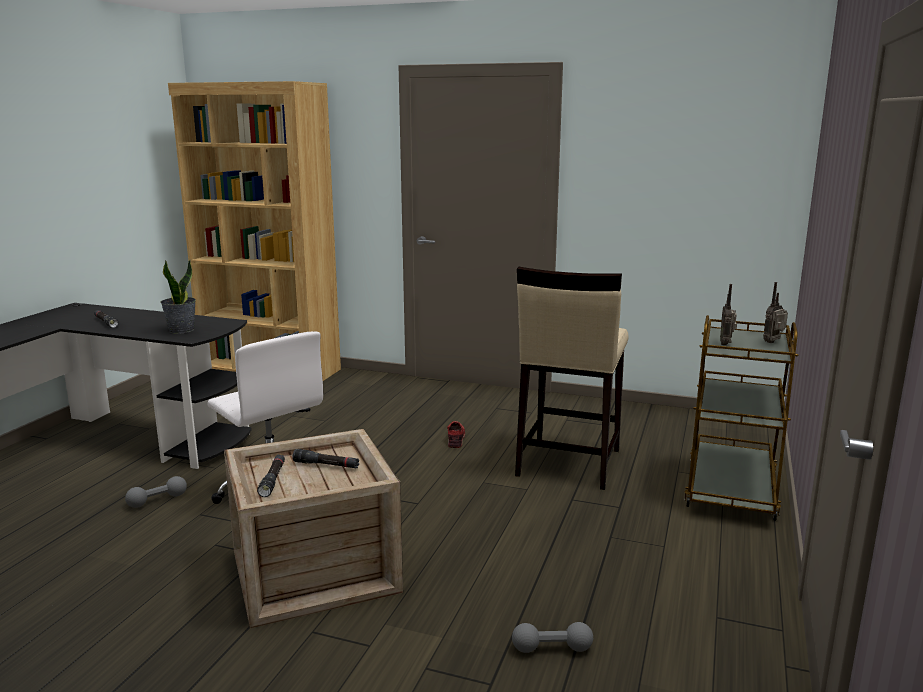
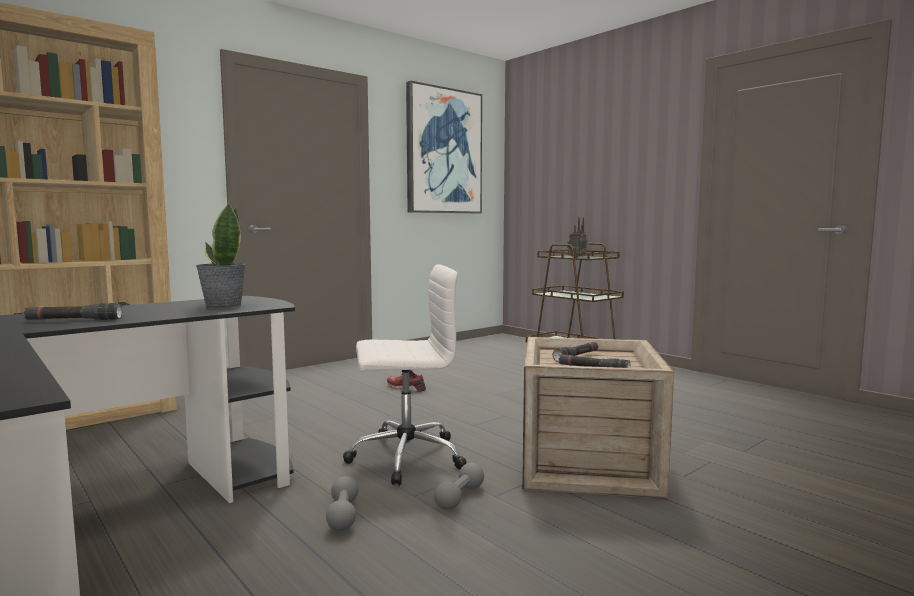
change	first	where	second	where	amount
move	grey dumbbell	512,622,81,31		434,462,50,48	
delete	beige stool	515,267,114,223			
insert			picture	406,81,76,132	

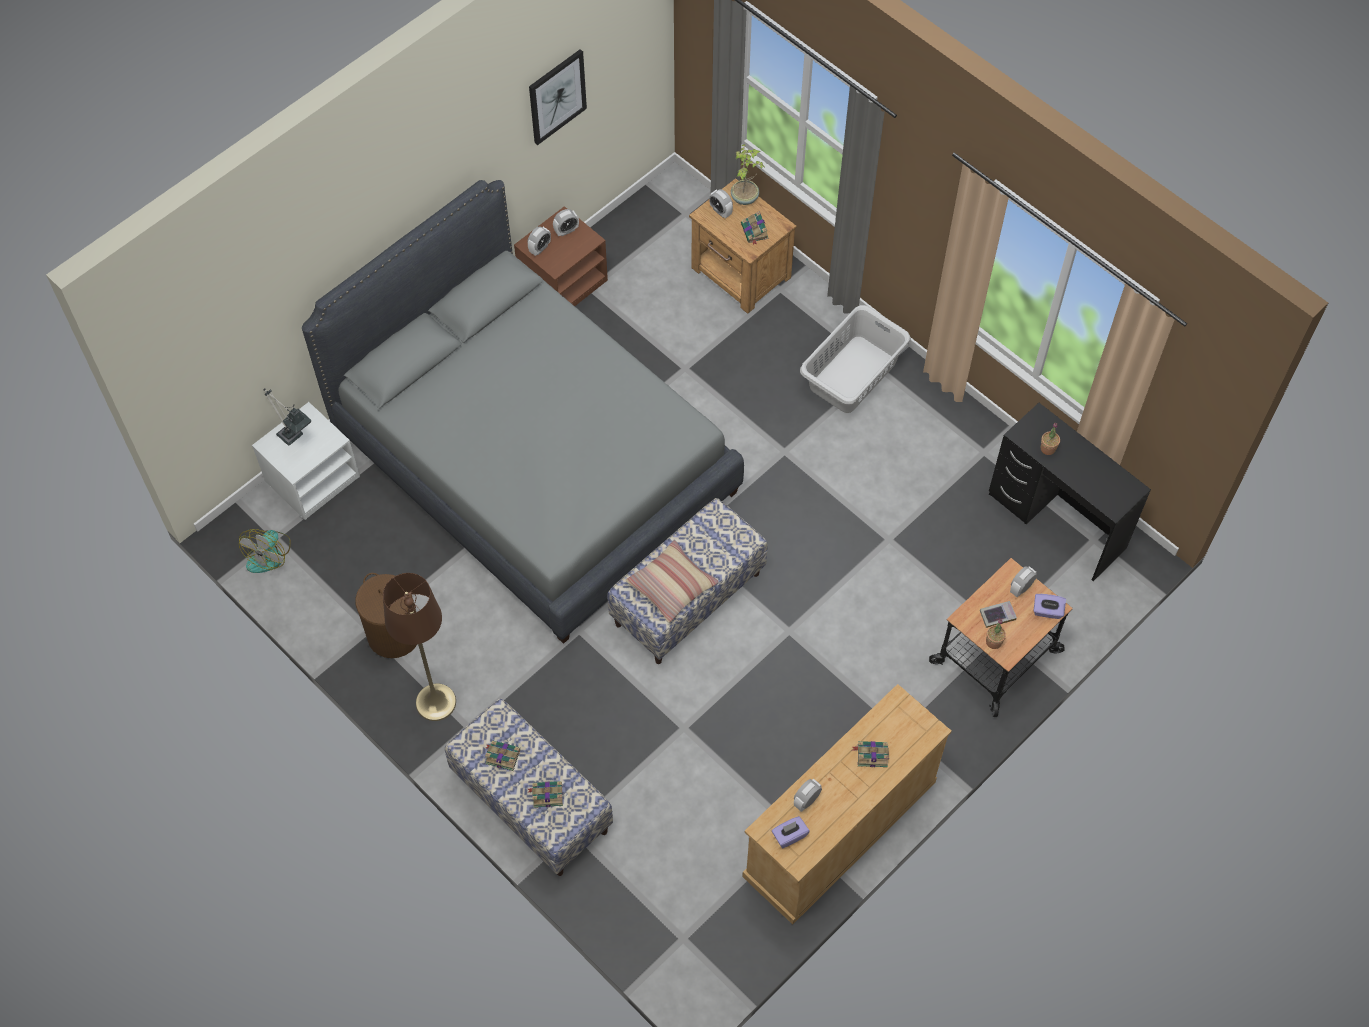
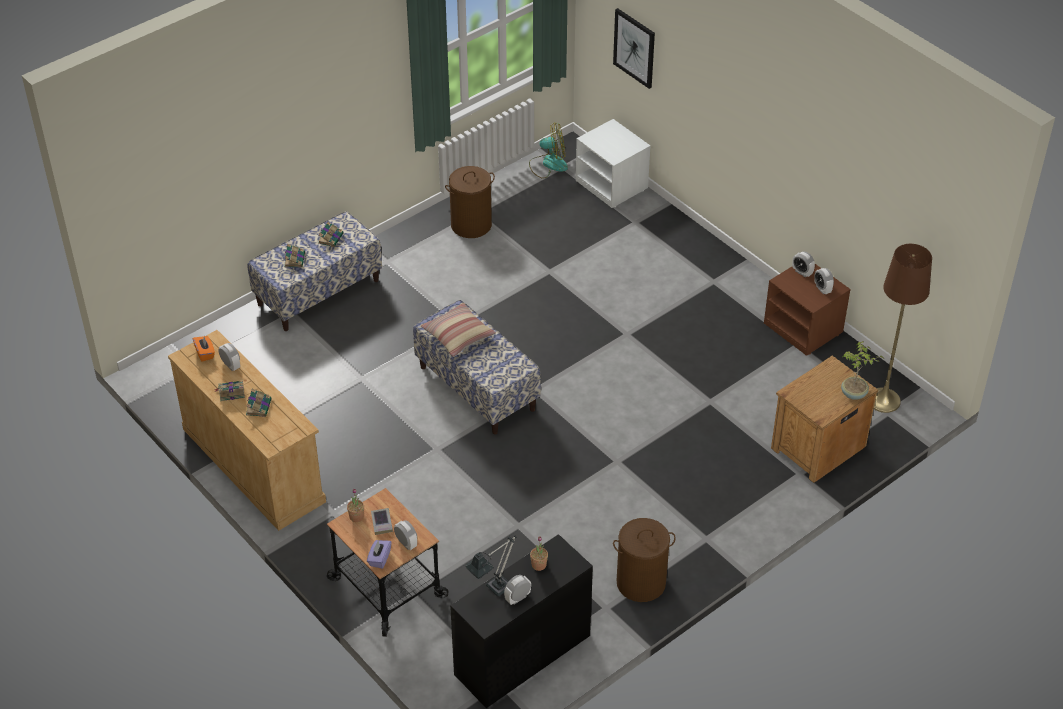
change	first	where	second	where	amount
rotate	fan	239,529,52,44		529,122,39,57	150 degrees clockwise
move	table lamp	263,389,48,57		465,536,51,60	
delete	grey bed	302,180,442,464			
move	brown floor lamp	383,573,73,148		874,244,58,169	
move	picture	529,49,58,96		613,8,42,81	
move	alarm clock	709,189,24,29		504,575,27,30	
move	book	741,211,28,34		214,380,31,21	
recolor	purple tissue box	772,816,38,32	orange tissue box	193,336,22,26	
delete	grey laundry basket	800,305,111,108			
insert			brown laundry basket	613,518,63,84	

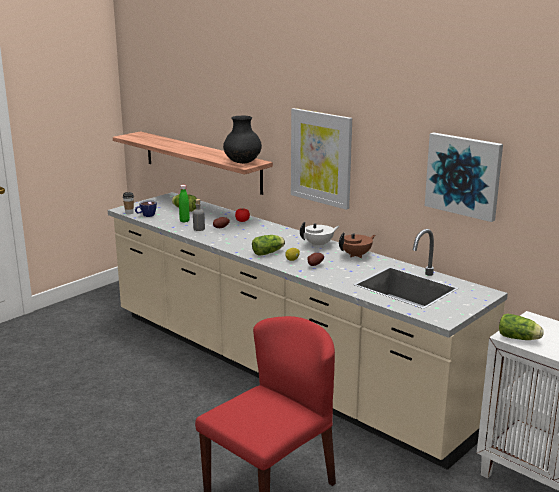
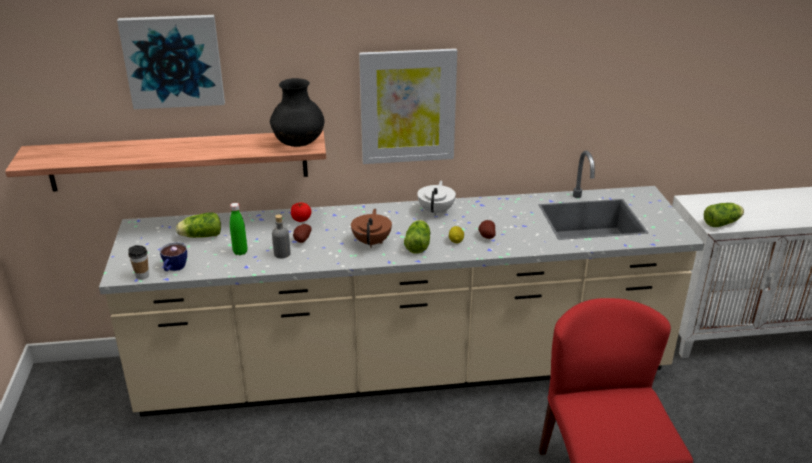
change	first	where	second	where	amount
move	brown teapot	339,232,36,26		351,209,41,39	
move	picture	425,132,78,90		117,15,108,94	

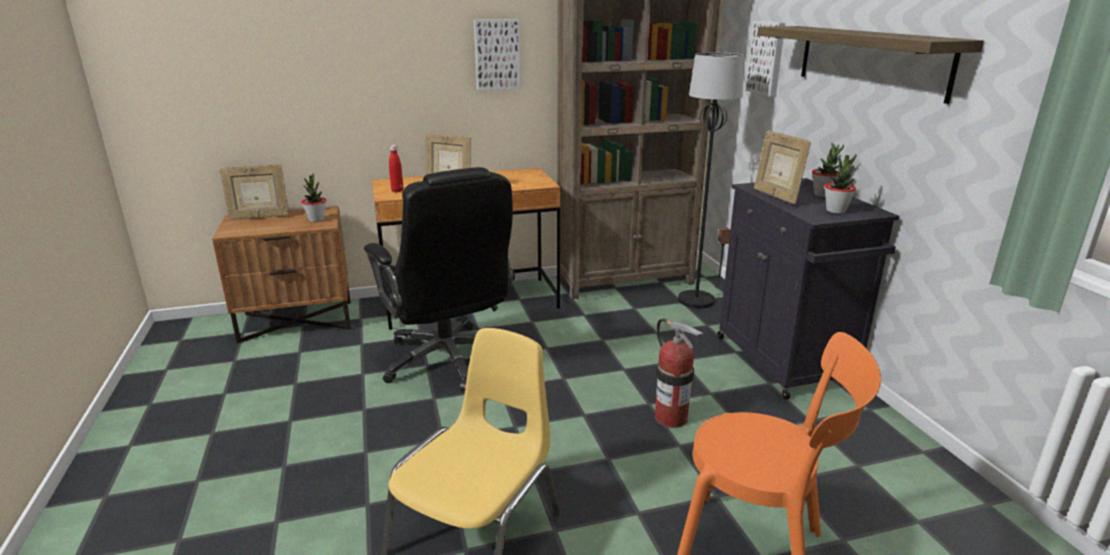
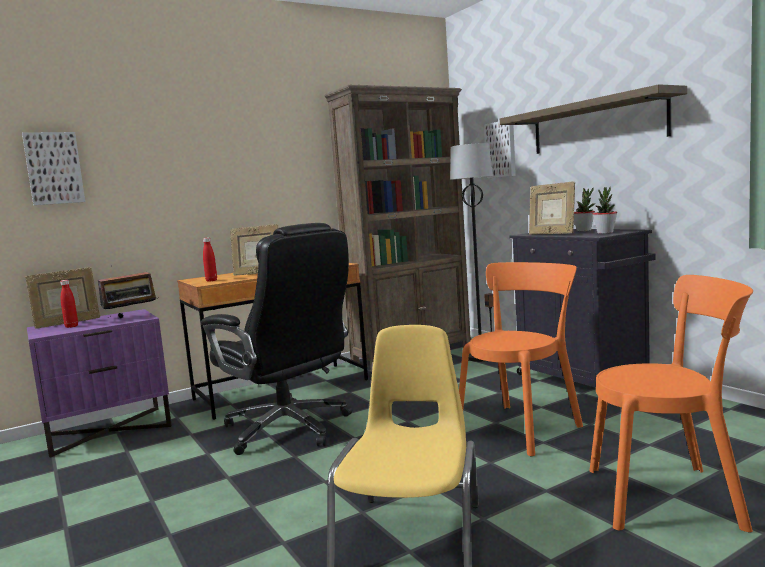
change	first	where	second	where	amount
recolor	brown nightstand	212,206,139,138	purple nightstand	27,309,145,148	
replace	potted plant	302,173,24,49	radio	98,272,60,46	
move	picture	474,19,47,71		22,132,63,73	
replace	fire extinguisher	655,318,48,110	orange chair	459,262,124,195	
insert			red bottle	60,280,18,48	

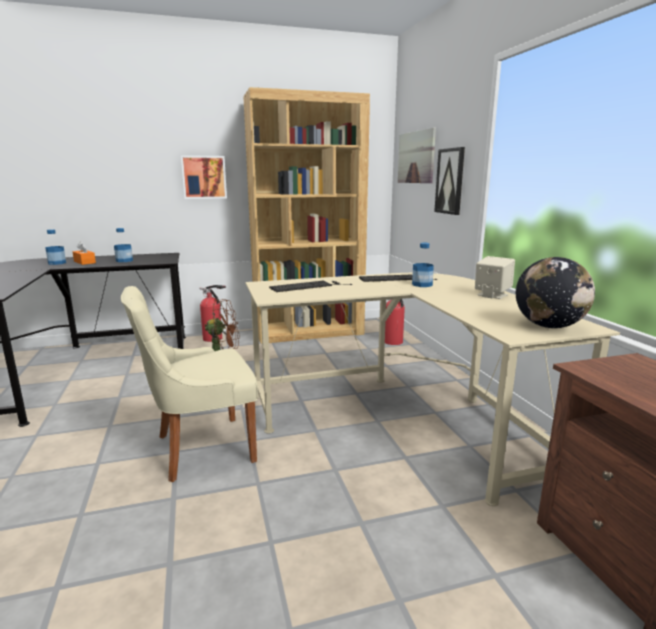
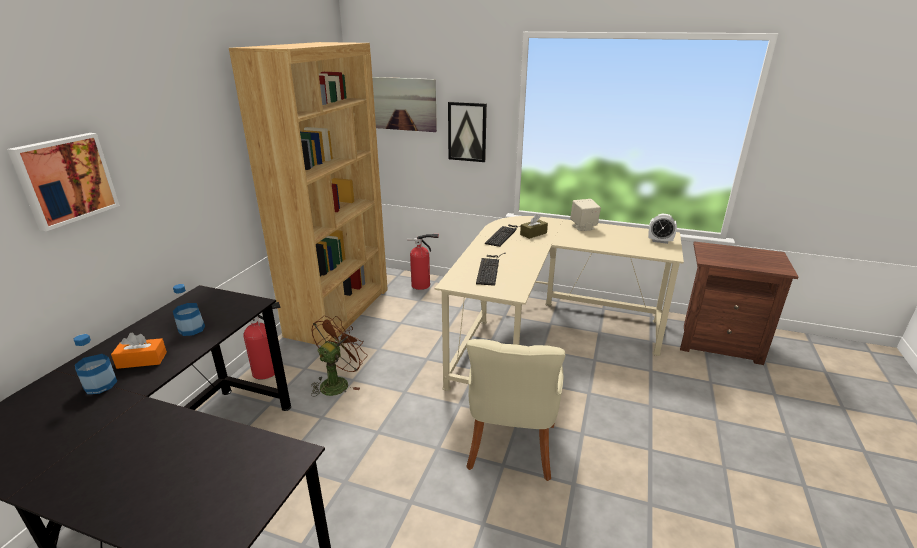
change	first	where	second	where	amount
move	picture	181,155,46,44		7,133,113,98	
replace	bottle	412,243,22,44	brown tissue box	520,214,28,25	
replace	globe	516,257,79,71	alarm clock	648,214,29,30	

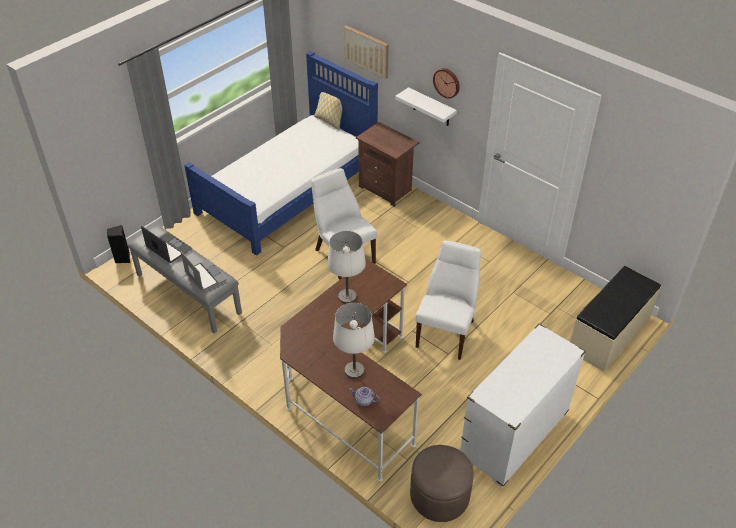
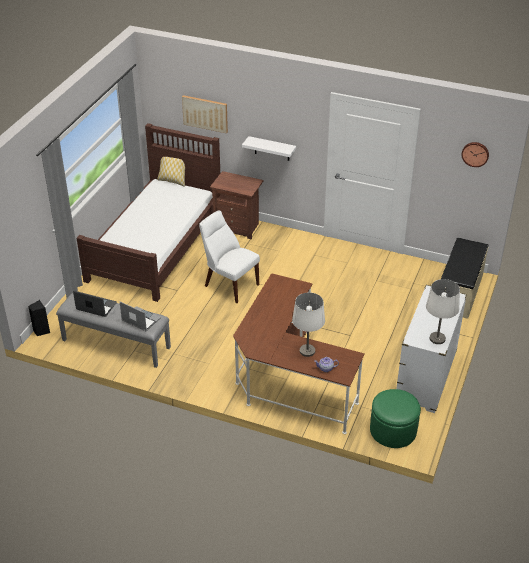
change	first	where	second	where	amount
recolor	blue bed	184,51,194,205	brown bed	77,123,143,179	
move	white table lamp	327,231,39,73		426,279,34,65	
recolor	brown ottoman	410,445,64,77	green ottoman	370,389,51,59	
delete	white chair	415,241,66,119			
move	wall clock	433,68,27,31		461,142,28,25	

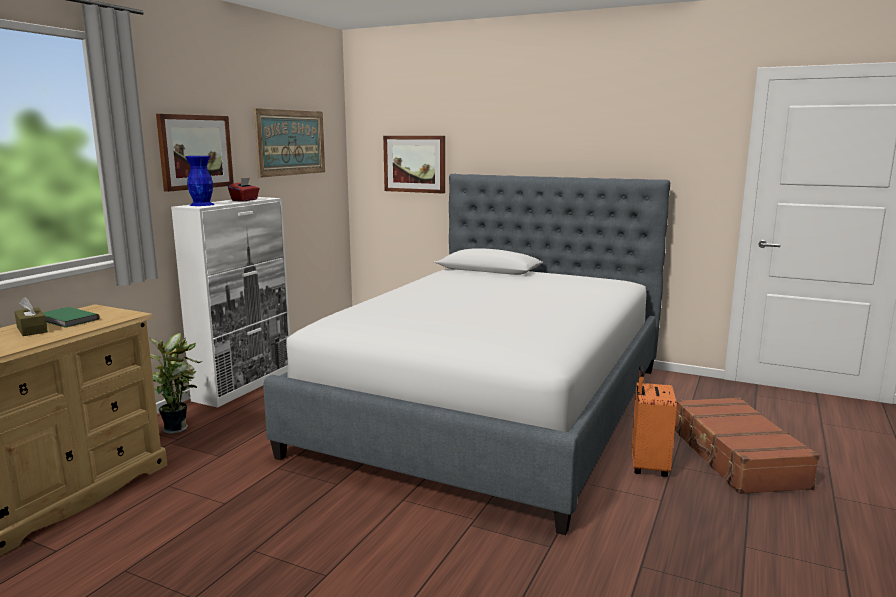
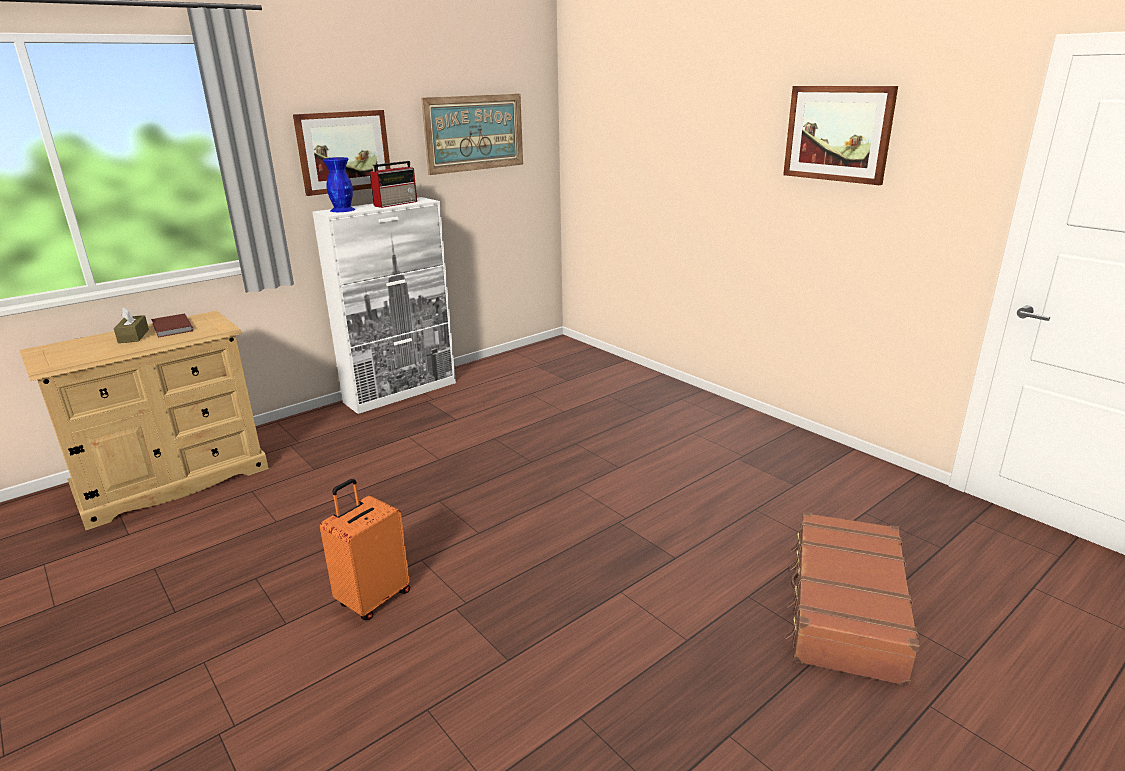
change	first	where	second	where	amount
recolor	green book	43,307,57,21	brown book	151,314,42,24	
delete	potted plant	150,333,52,101			
replace	red tissue box	228,178,32,23	radio	369,161,48,47	
delete	bed	263,174,407,361			
move	picture	383,136,62,58		783,86,115,99	
move	orange suitcase	632,366,45,111		320,479,90,141	

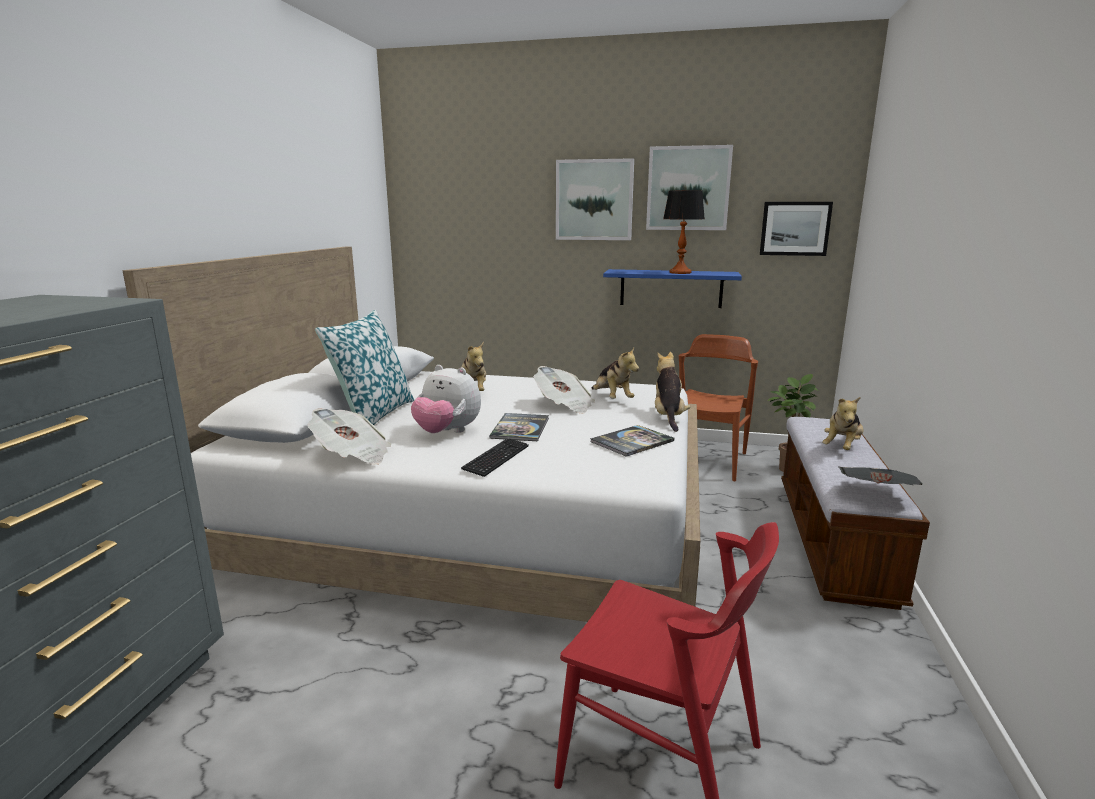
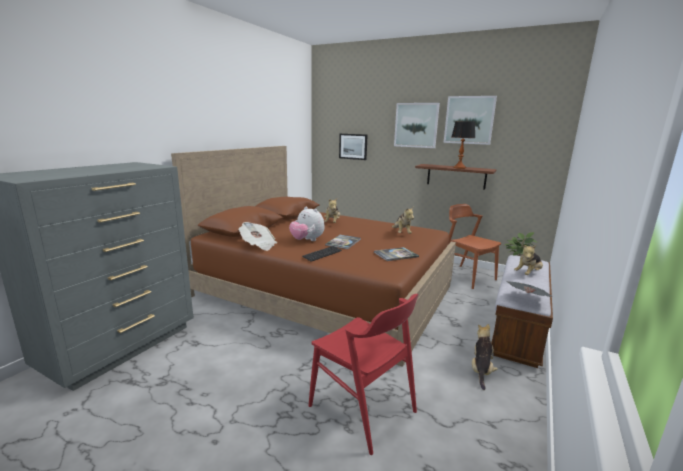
change	first	where	second	where	amount
recolor	white bed	122,247,578,375	brown bed	171,146,285,221	
delete	pillow	315,310,99,115			
delete	newspaper	533,366,62,48			
recolor	blue shelf	603,269,139,39	brown shelf	415,164,81,26	
move	plush toy	655,352,36,80		472,324,26,66	
rotate	brown chair	679,334,79,147		448,204,53,85	75 degrees counterclockwise
move	picture	760,202,73,54		339,134,29,26	

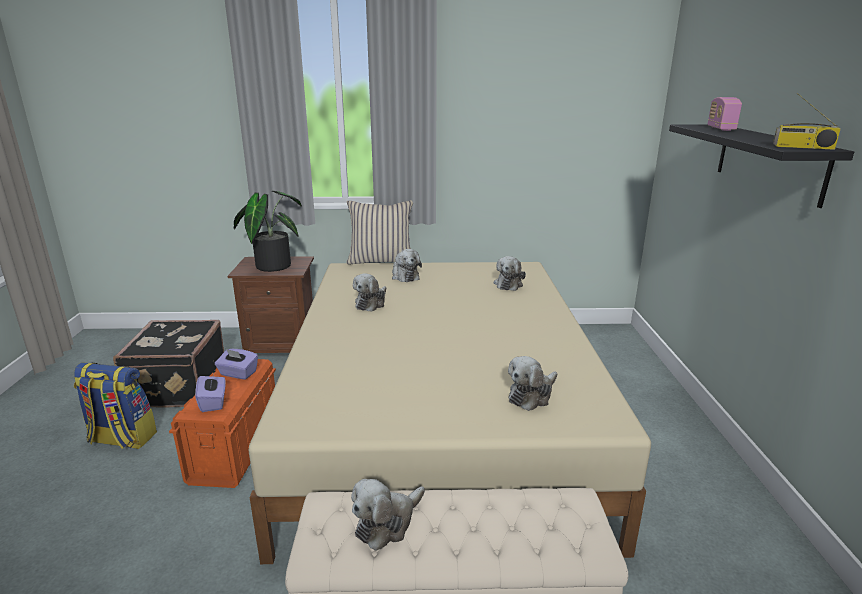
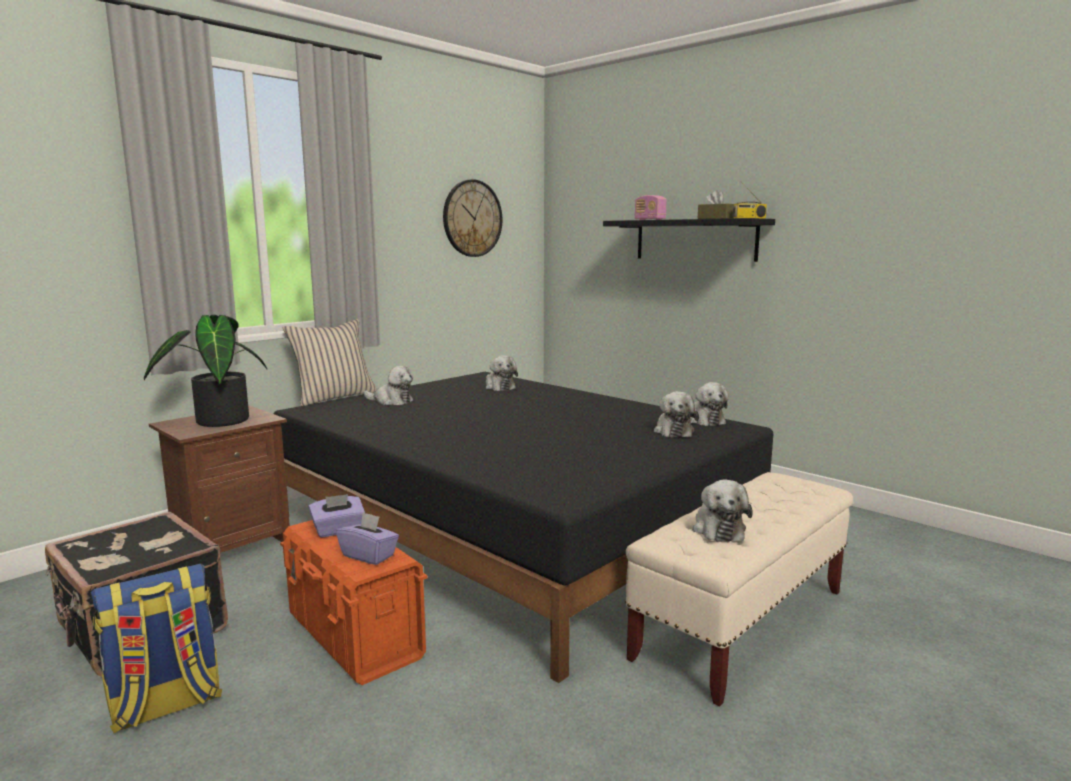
change	first	where	second	where	amount
recolor	beige bed	249,262,402,302	black bed	274,372,499,311	
move	plush toy	353,273,33,39		690,382,39,44	
insert			wall clock	443,180,59,77	
insert			brown tissue box	698,190,36,29	

